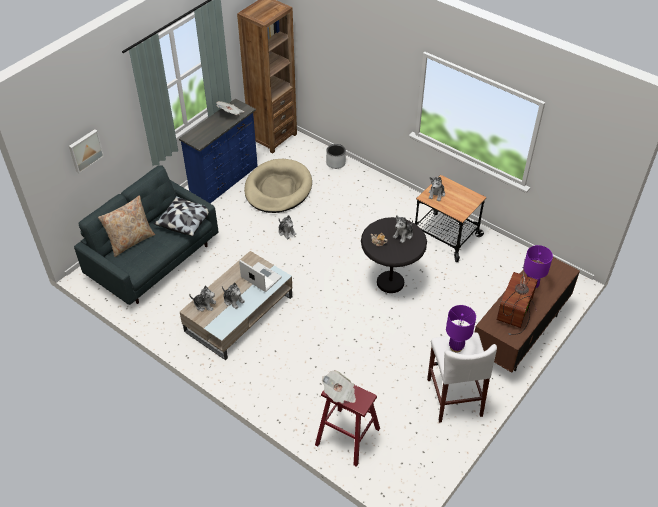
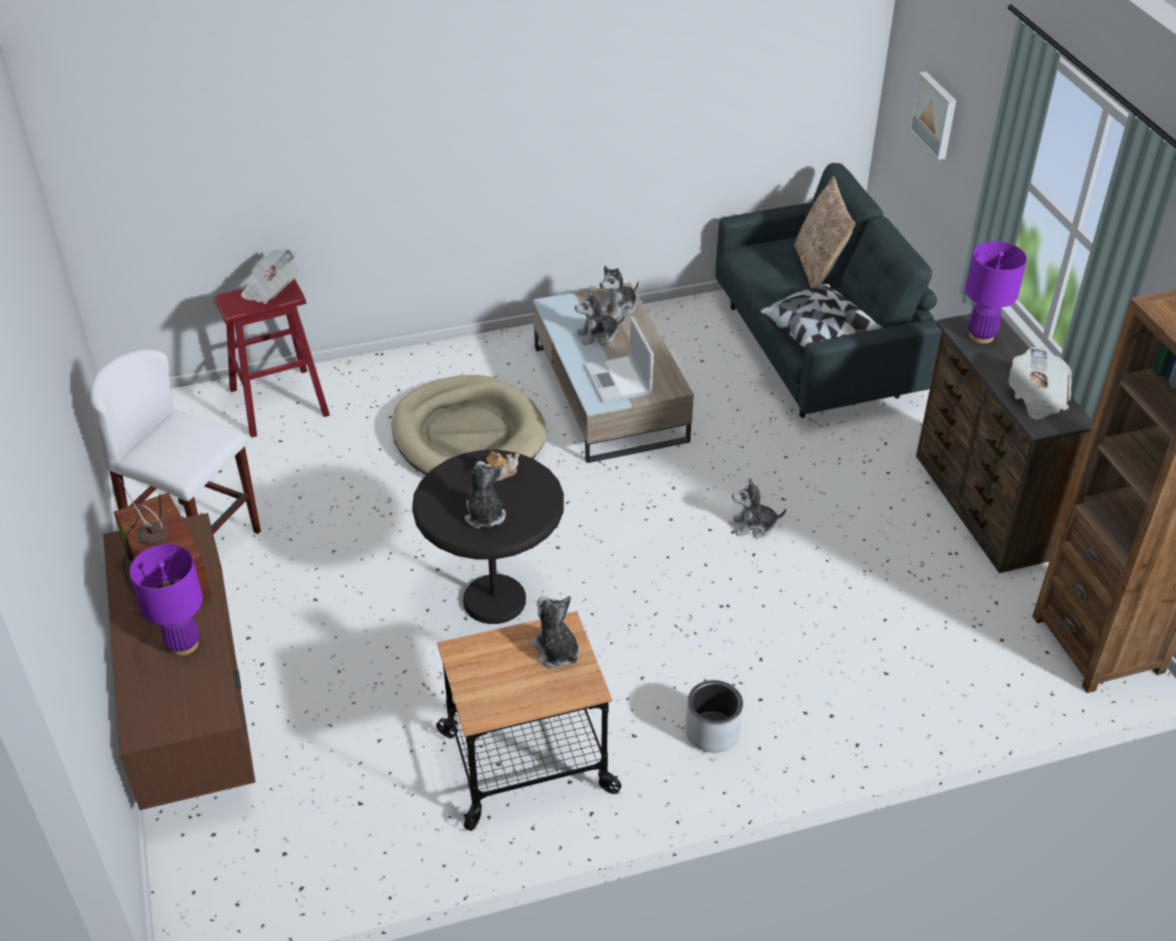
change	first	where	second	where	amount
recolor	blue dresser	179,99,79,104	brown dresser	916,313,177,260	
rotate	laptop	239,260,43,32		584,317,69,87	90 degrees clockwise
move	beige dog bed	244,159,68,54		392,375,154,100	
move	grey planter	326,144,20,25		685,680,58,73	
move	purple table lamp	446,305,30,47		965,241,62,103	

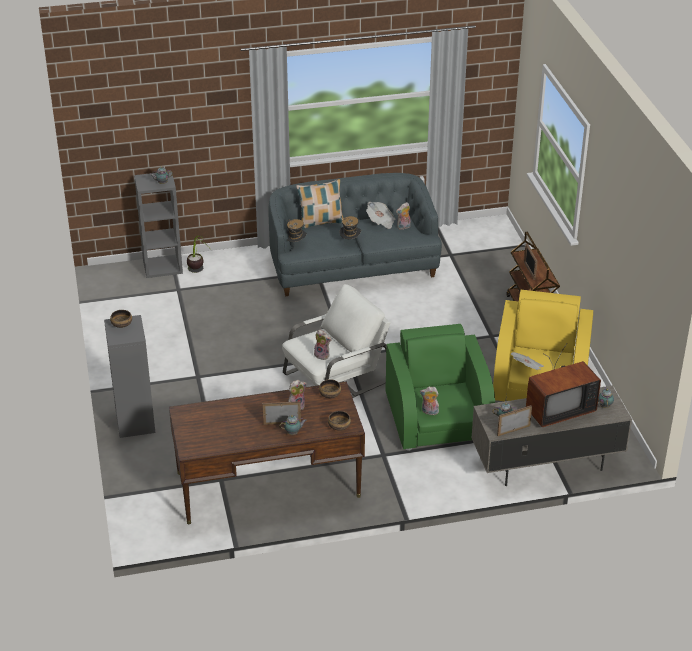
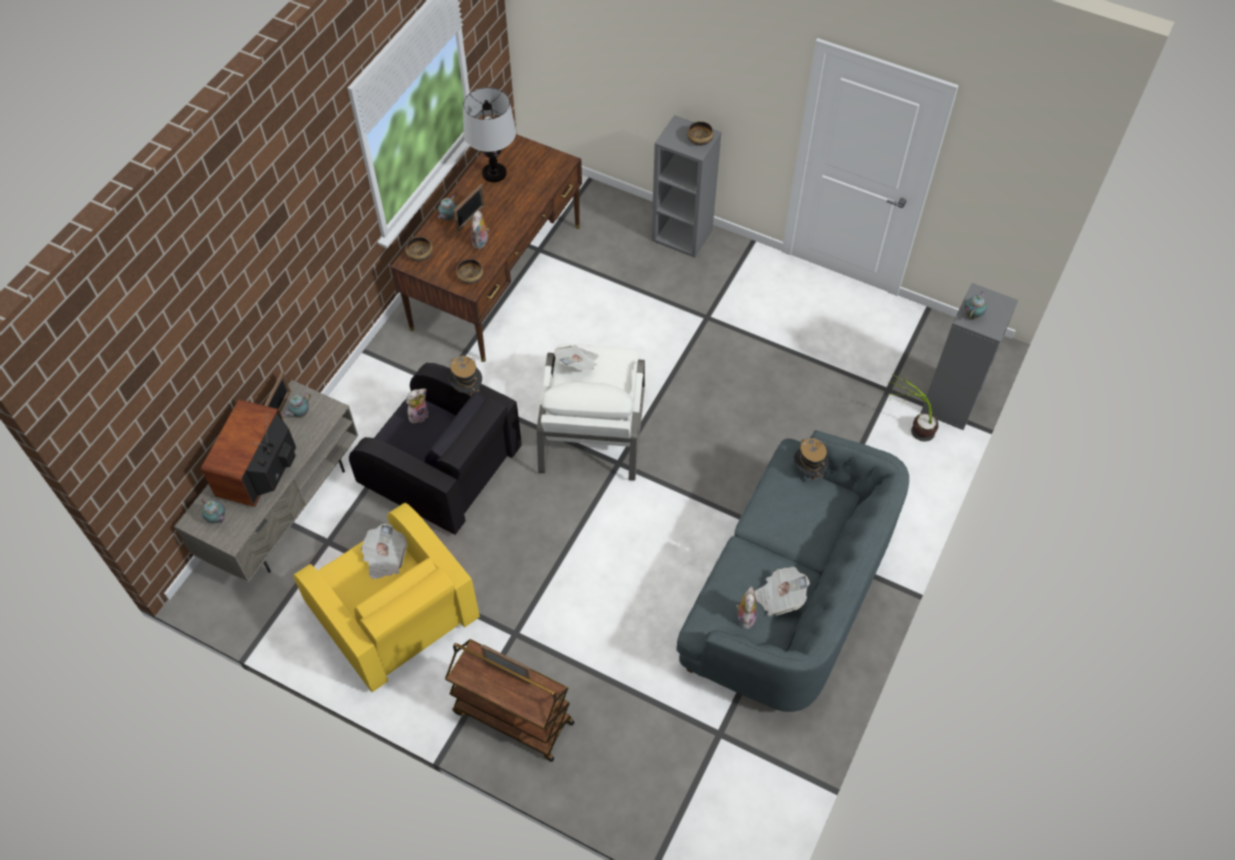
change	first	where	second	where	amount
delete	pillow	296,179,48,51			
replace	plush toy	314,330,18,30	newspaper	554,345,45,25	
move	hat	340,216,21,23		448,356,34,41	
recolor	green armchair	385,324,110,127	black armchair	349,363,173,172	
insert			table lamp	463,87,53,95	

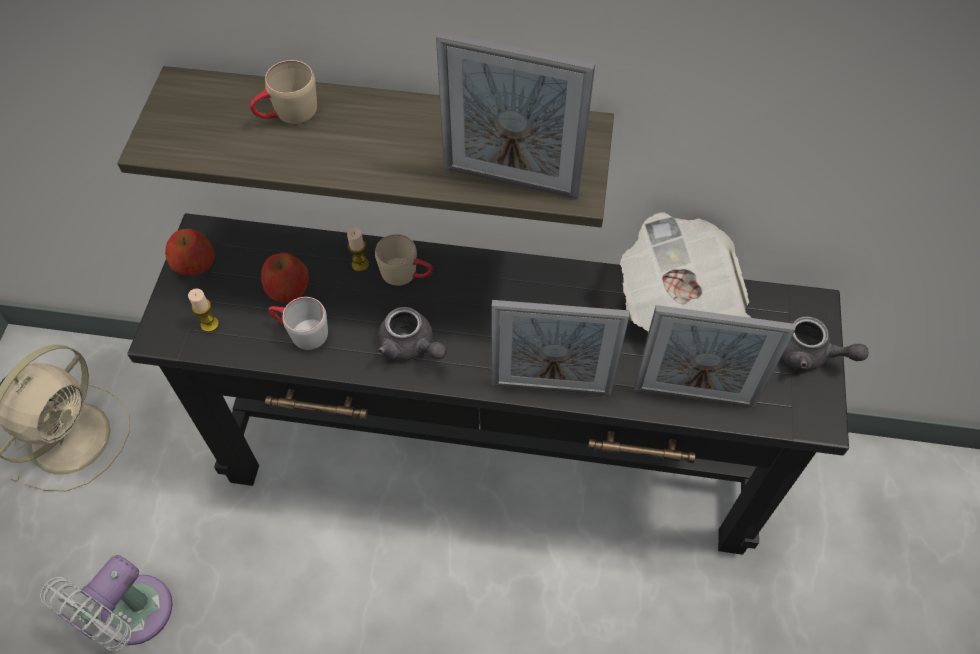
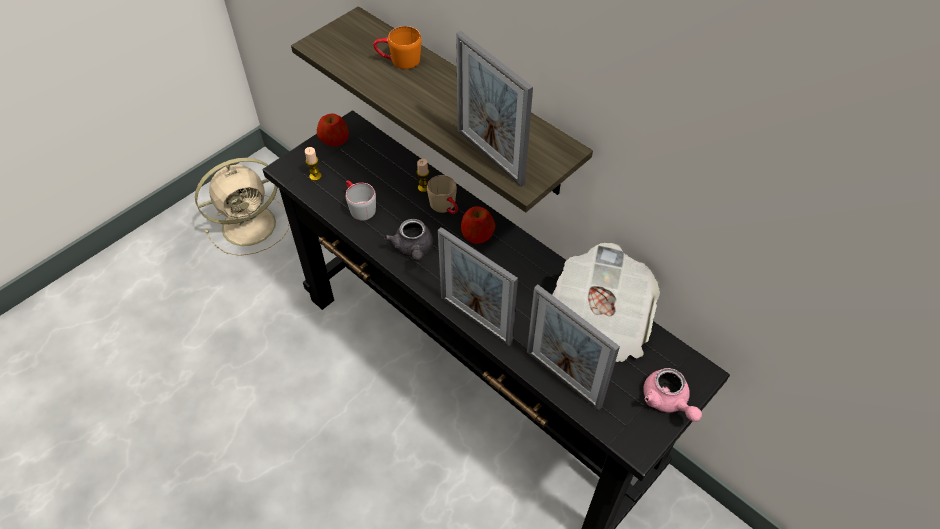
change	first	where	second	where	amount
delete	white fan	40,555,133,96			
recolor	beige mug	250,60,67,64	orange mug	373,26,48,43	
move	apple	261,253,48,50		461,206,34,38	
recolor	grey teapot	781,316,87,55	pink teapot	643,368,59,54	

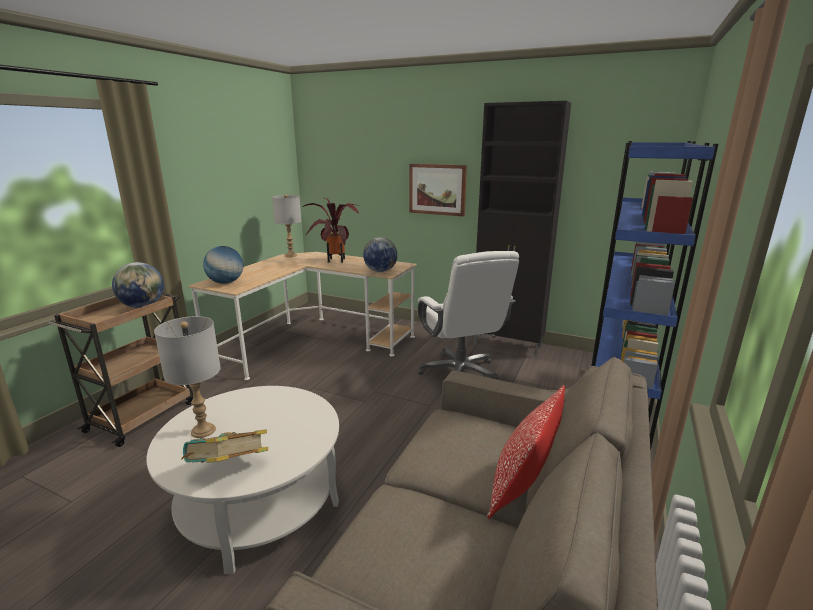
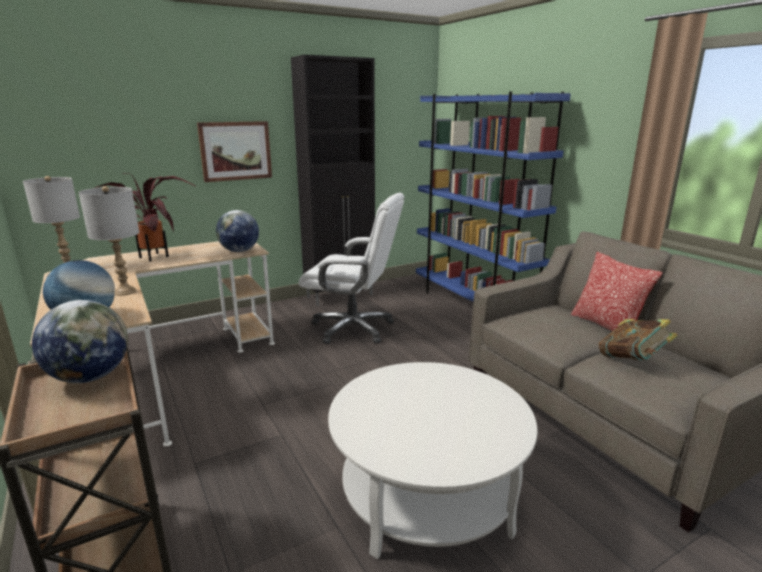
change	first	where	second	where	amount
move	grey table lamp	154,316,67,122		78,186,61,110	
move	book	181,429,87,34		599,319,79,41	

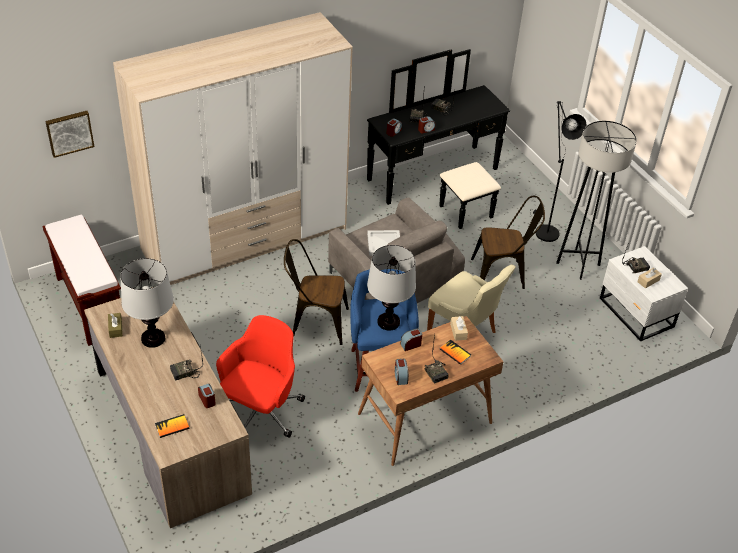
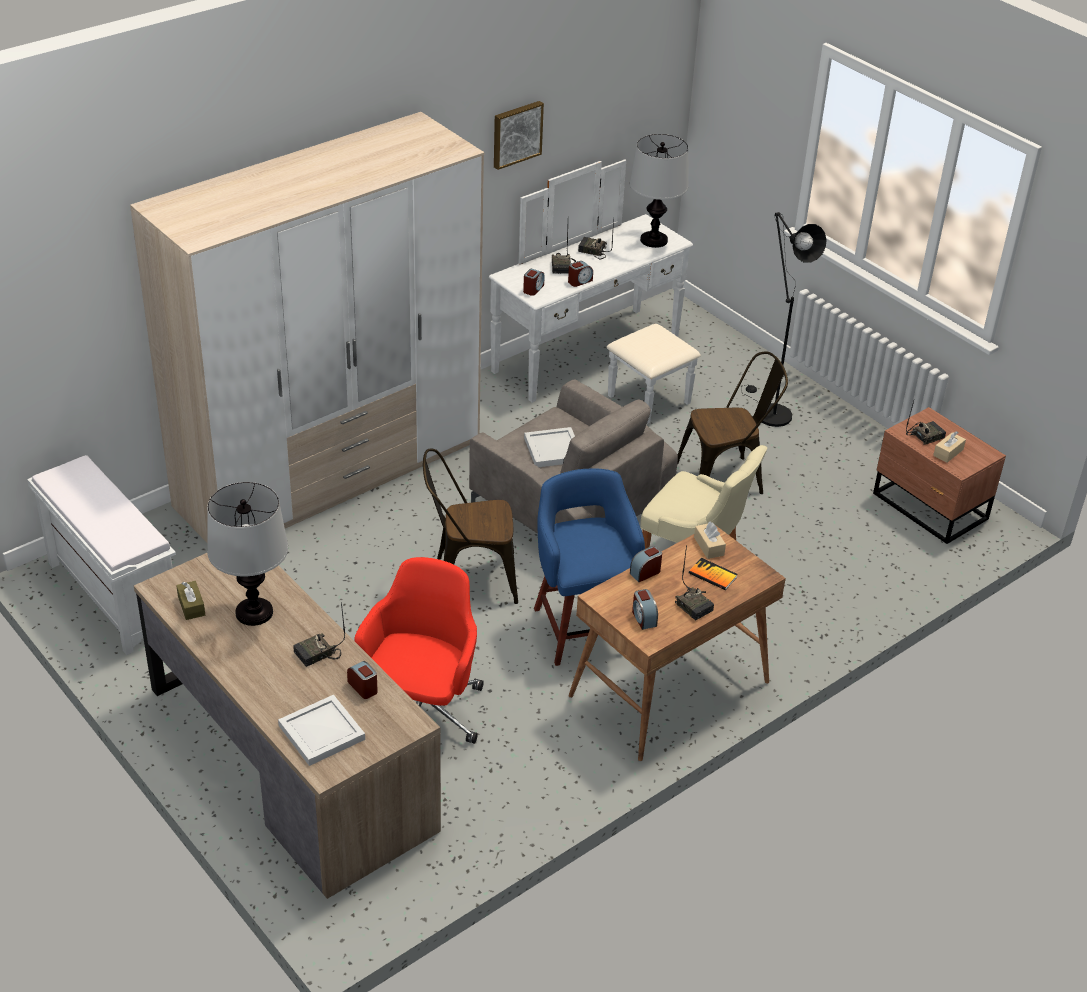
change	first	where	second	where	amount
recolor	brown bench	42,215,79,131	white bench	27,455,149,200	
move	picture	45,111,49,47		494,101,50,69	
replace	book	155,414,35,24	white tray	278,695,87,71	
recolor	black dresser	367,49,143,180	white dresser	489,159,212,265	
move	table lamp	367,245,49,85		630,134,58,114	
delete	grey floor lamp	556,121,81,159			
recolor	white nightstand	600,246,88,95	brown nightstand	873,407,133,137	

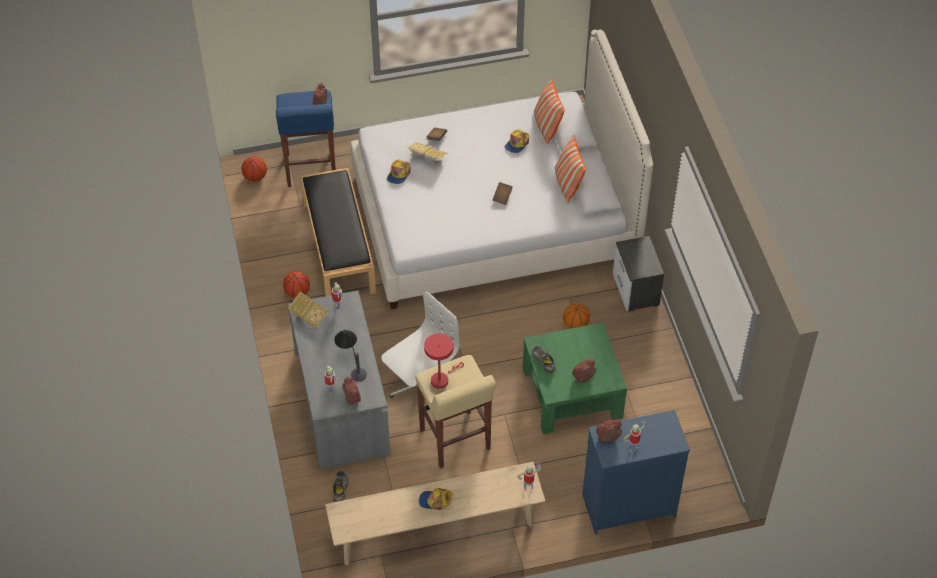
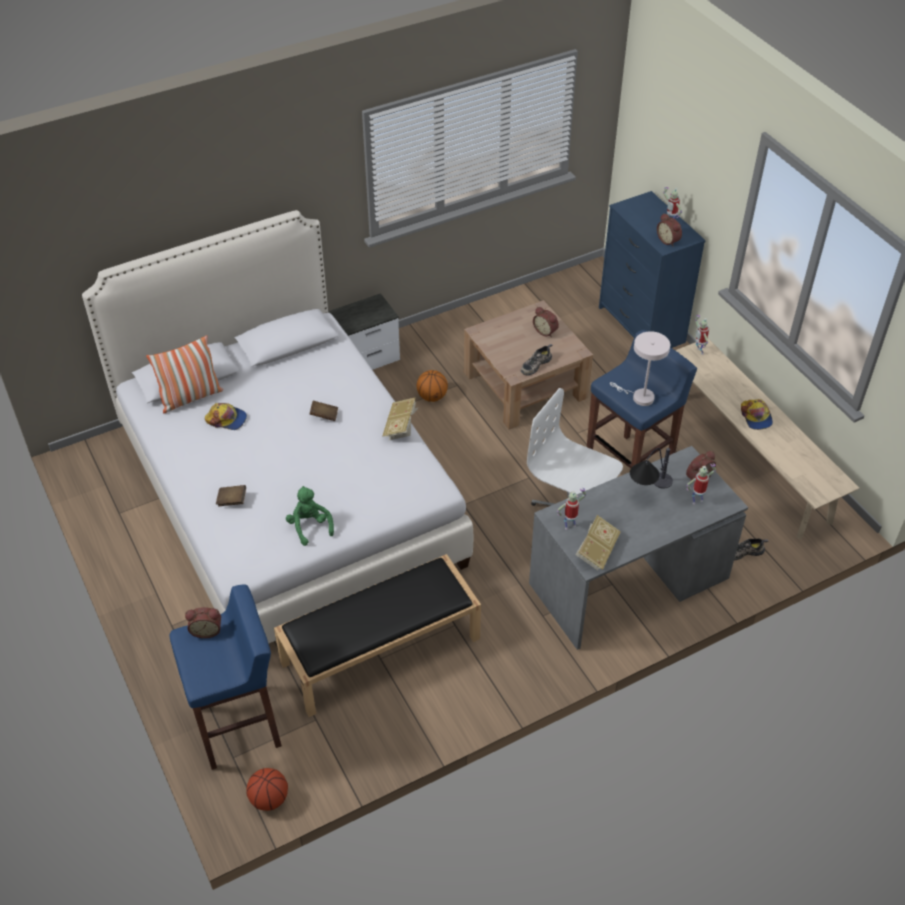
change	first	where	second	where	amount
delete	basketball	283,271,27,27			
replace	cap	387,160,24,24	green plush toy	286,486,48,60	
move	book	408,142,39,23		382,397,37,43	
recolor	beige stool	416,355,80,113	blue stool	587,330,110,139	
recolor	red table lamp	424,333,40,56	white table lamp	610,331,60,75	
recolor	green coffee table	523,322,104,112	brown coffee table	464,300,129,129	
delete	pillow	555,134,31,69			

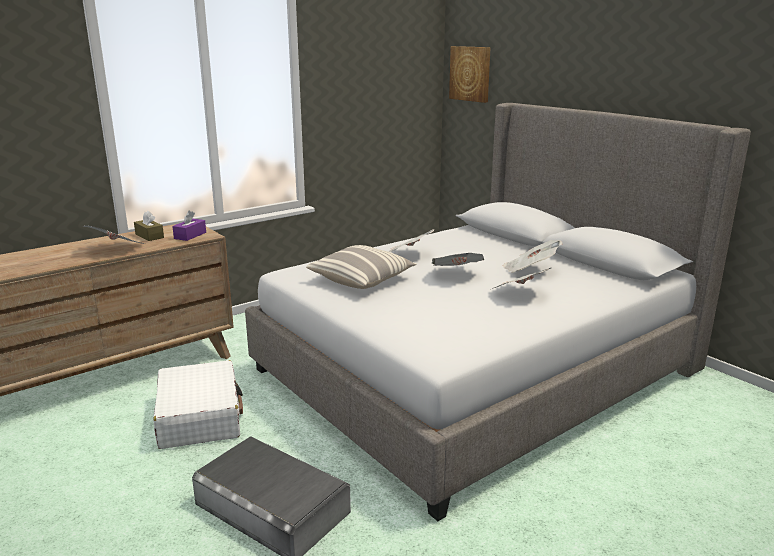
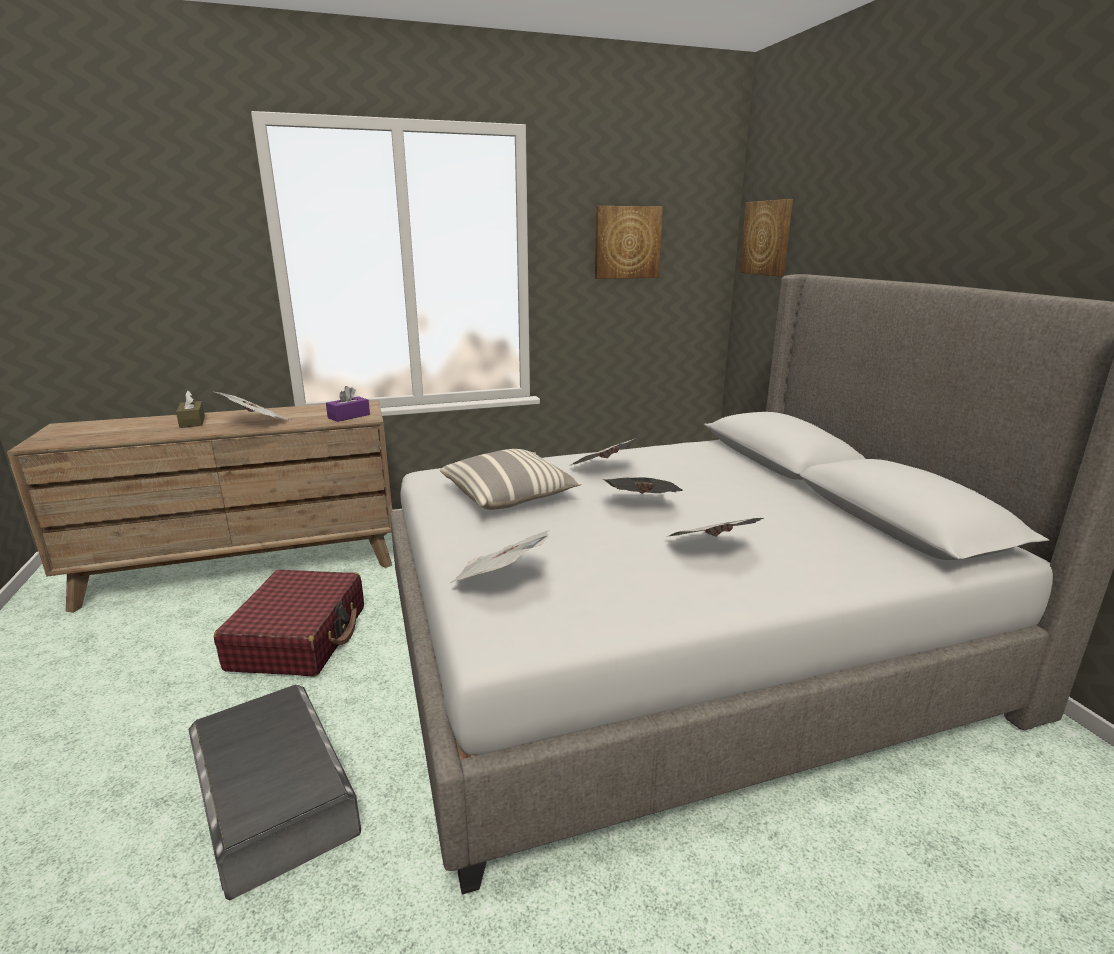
change	first	where	second	where	amount
move	brown tissue box	134,211,30,30		176,391,29,37	
recolor	white suitcase	153,360,90,89	red suitcase	214,570,150,107	
move	newspaper	503,240,59,33		450,530,99,53	
insert			picture	595,206,68,73	

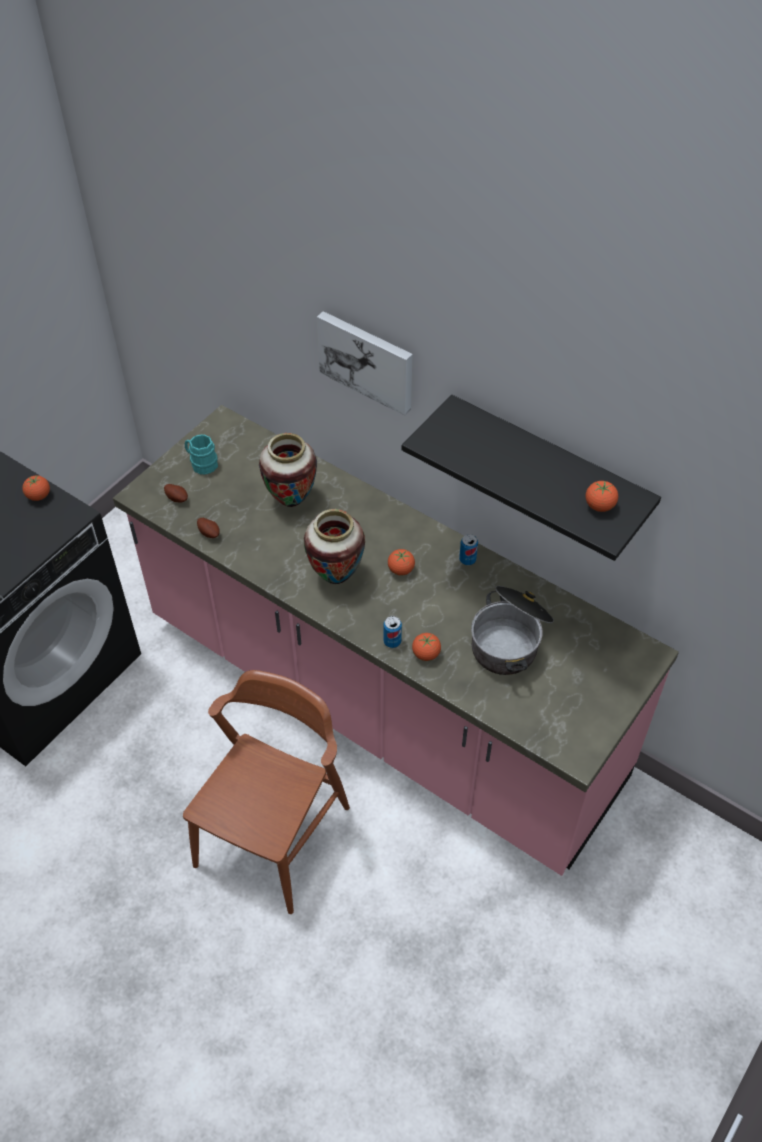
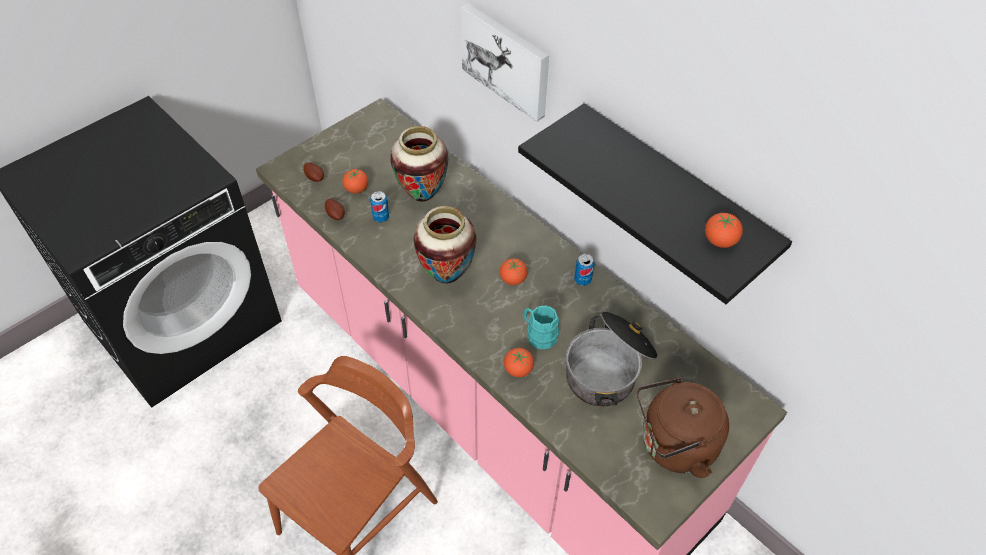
change	first	where	second	where	amount
move	tomato	22,476,28,25		342,169,26,25	
move	turquoise mug	185,434,33,41		523,306,36,44	
move	can	383,616,19,32		370,191,19,31	
insert			brown kettle	637,377,92,101	

